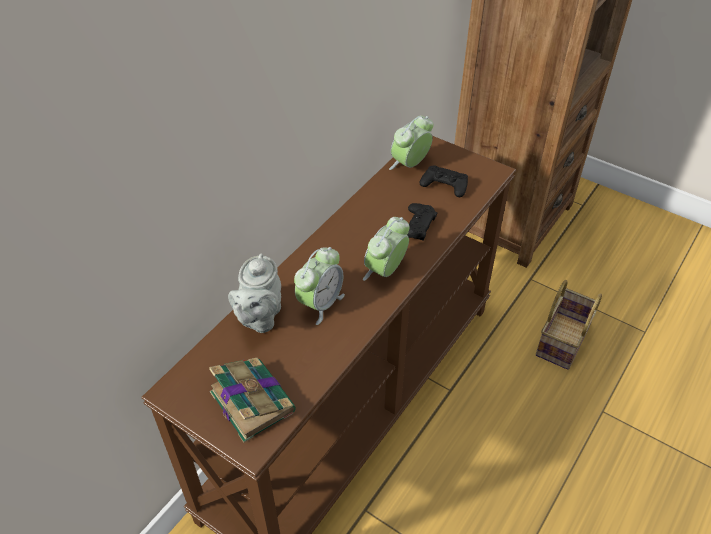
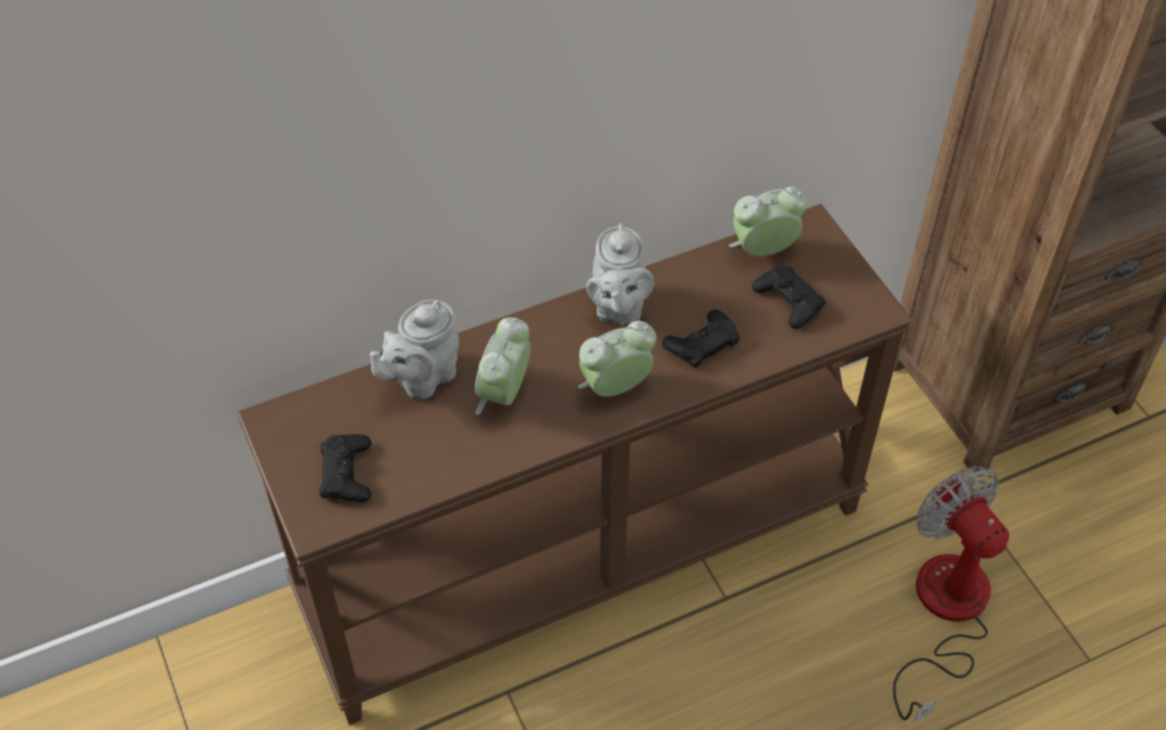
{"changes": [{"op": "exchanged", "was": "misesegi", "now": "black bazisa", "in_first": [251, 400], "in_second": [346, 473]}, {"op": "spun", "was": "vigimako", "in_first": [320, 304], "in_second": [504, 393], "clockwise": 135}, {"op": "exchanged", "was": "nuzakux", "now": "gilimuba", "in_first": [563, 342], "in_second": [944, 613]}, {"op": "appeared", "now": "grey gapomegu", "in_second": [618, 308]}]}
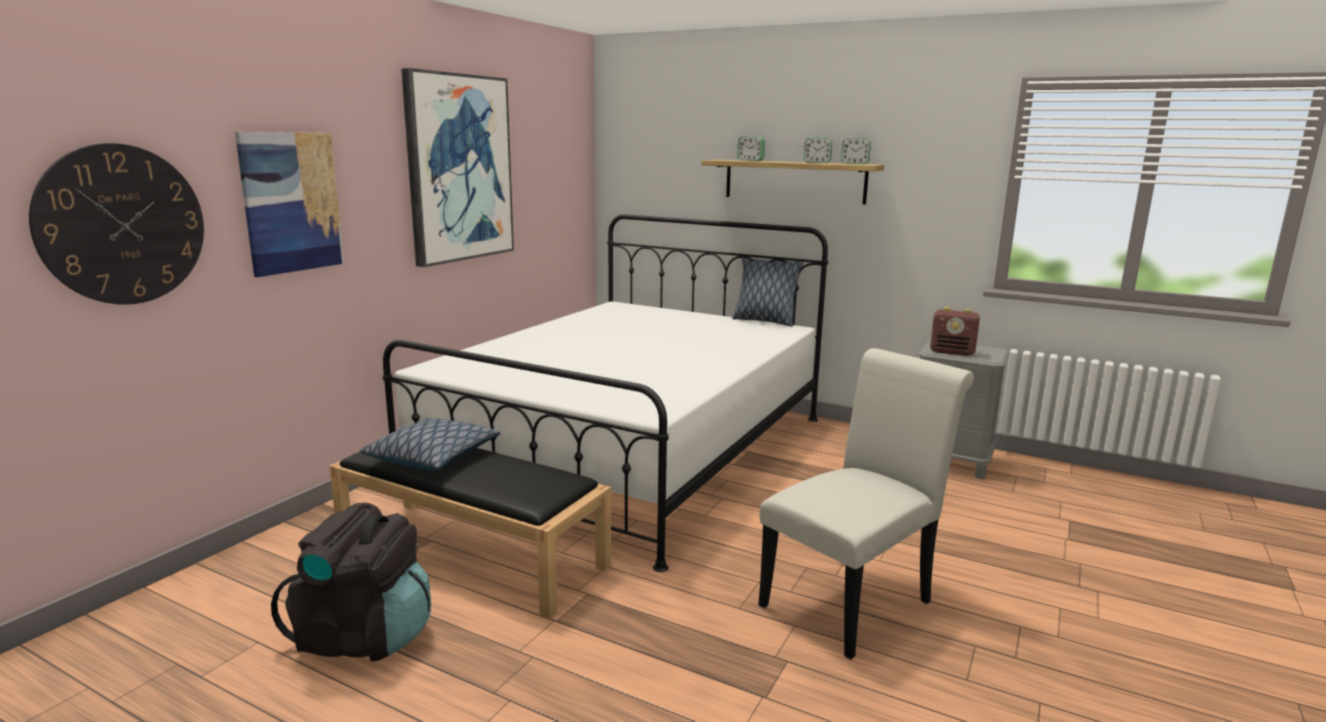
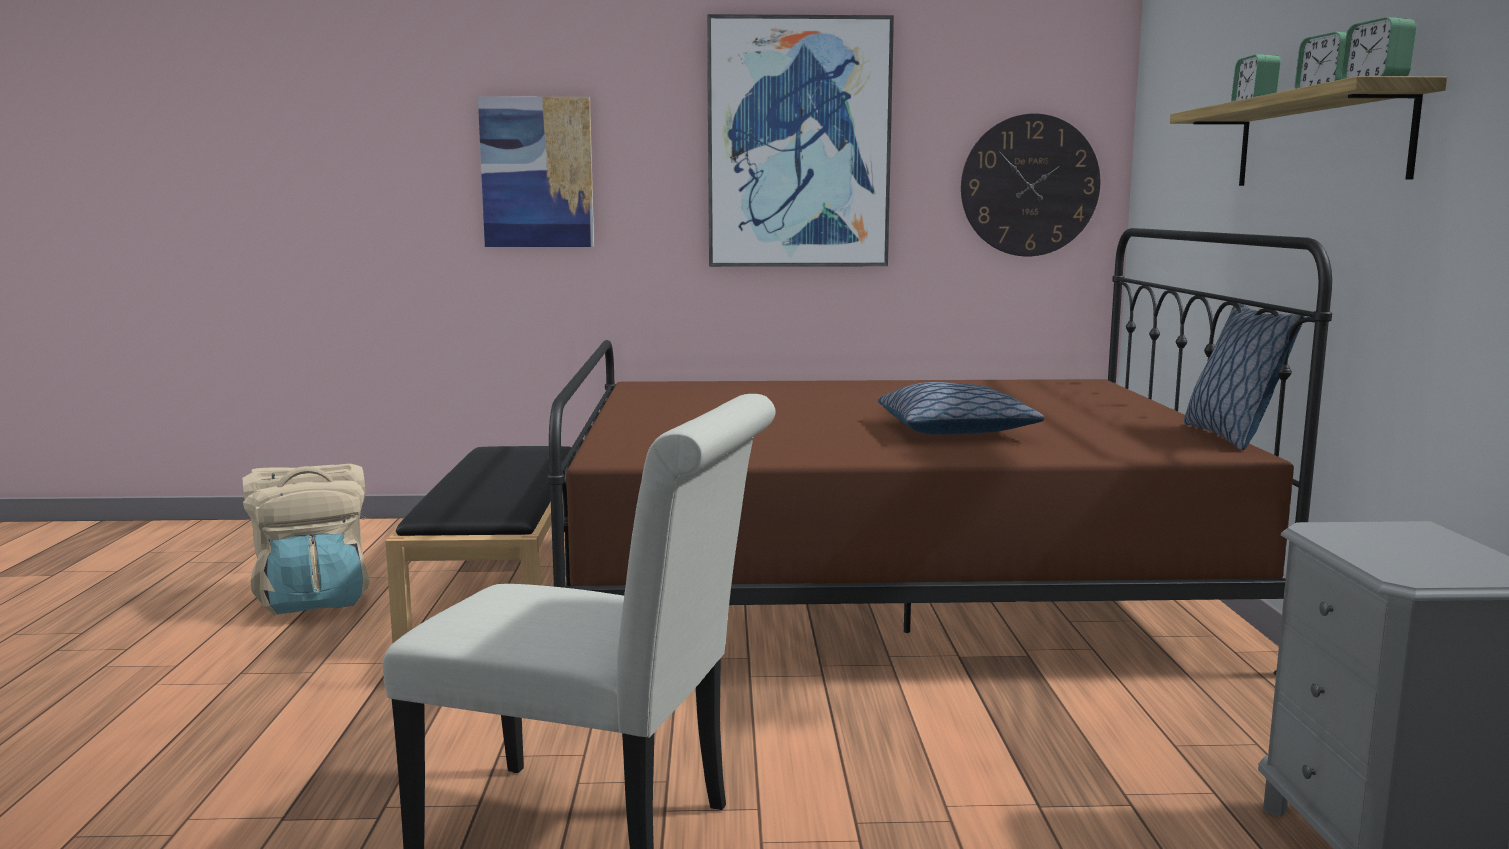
{"changes": [{"op": "relocated", "was": "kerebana", "in_first": [122, 225], "in_second": [1029, 185]}, {"op": "colour", "was": "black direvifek", "now": "beige direvifek", "in_first": [364, 636], "in_second": [314, 600]}, {"op": "relocated", "was": "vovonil", "in_first": [432, 457], "in_second": [955, 430]}, {"op": "colour", "was": "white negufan", "now": "brown negufan", "in_first": [628, 450], "in_second": [887, 587]}, {"op": "missing", "was": "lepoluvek", "in_first": [952, 352]}]}
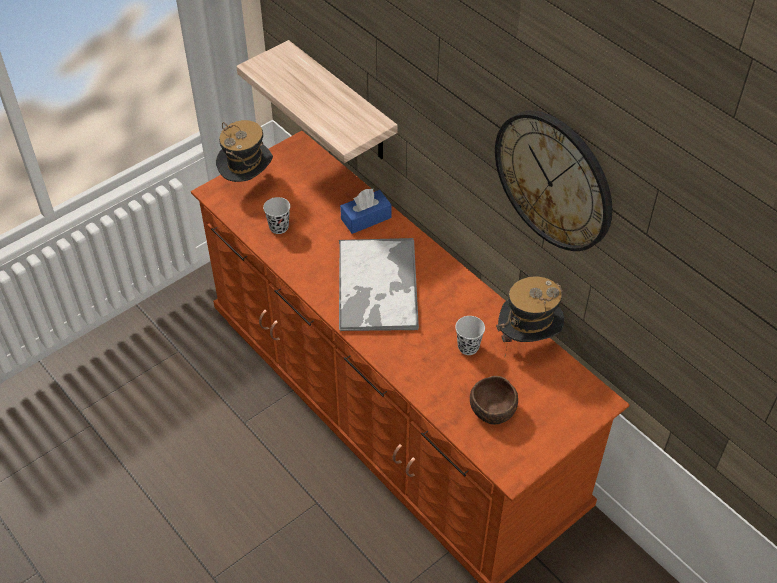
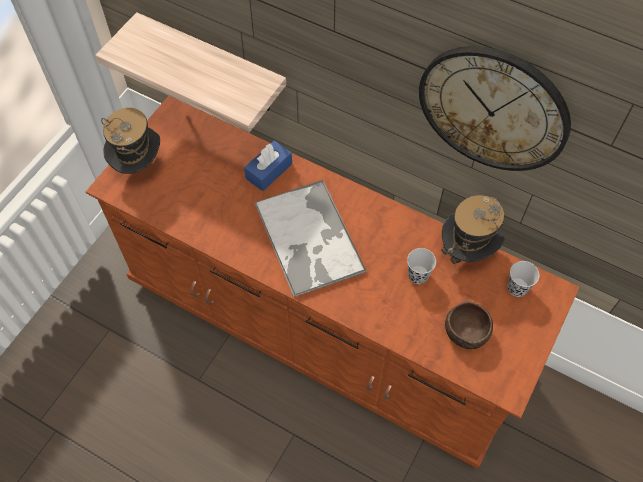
{"changes": [{"op": "relocated", "was": "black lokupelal", "in_first": [279, 227], "in_second": [517, 288]}]}
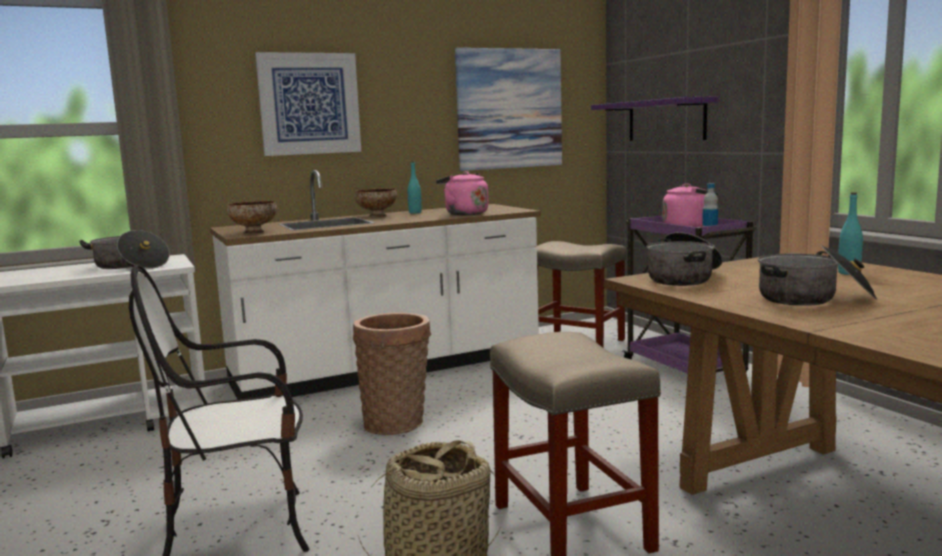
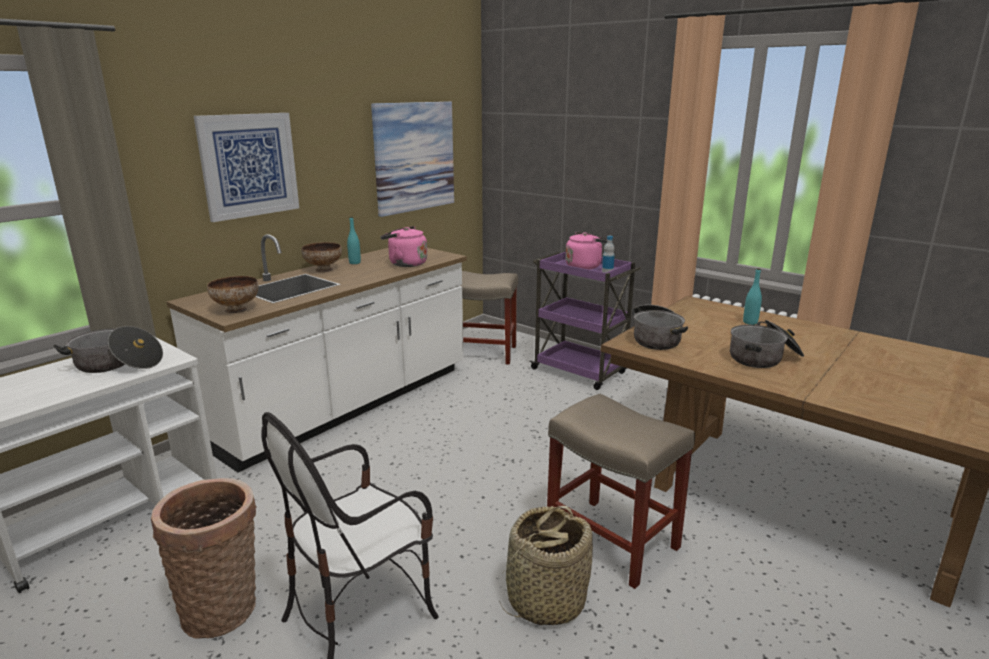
{"changes": [{"op": "relocated", "was": "nuzakux", "in_first": [397, 422], "in_second": [223, 607]}, {"op": "missing", "was": "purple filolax", "in_first": [666, 120]}]}
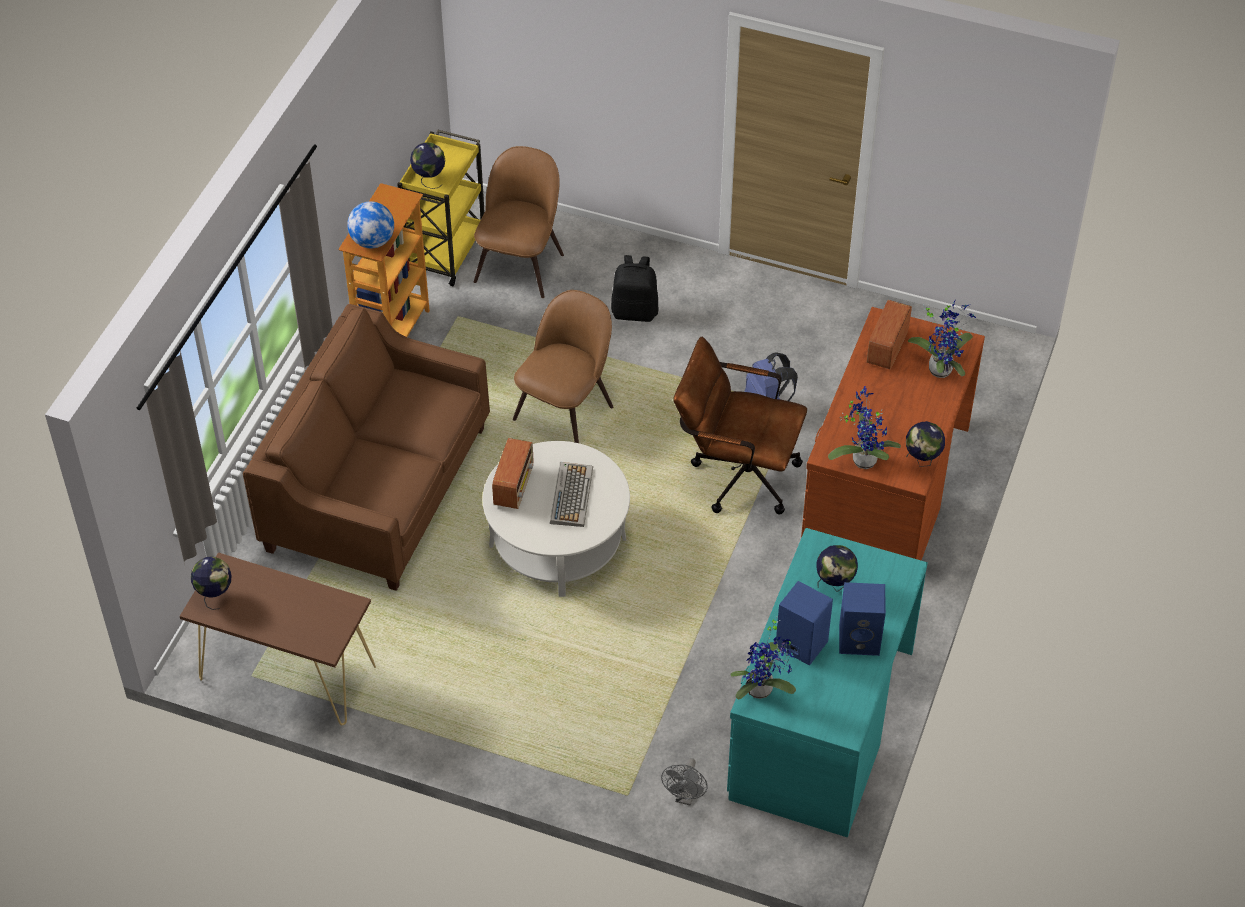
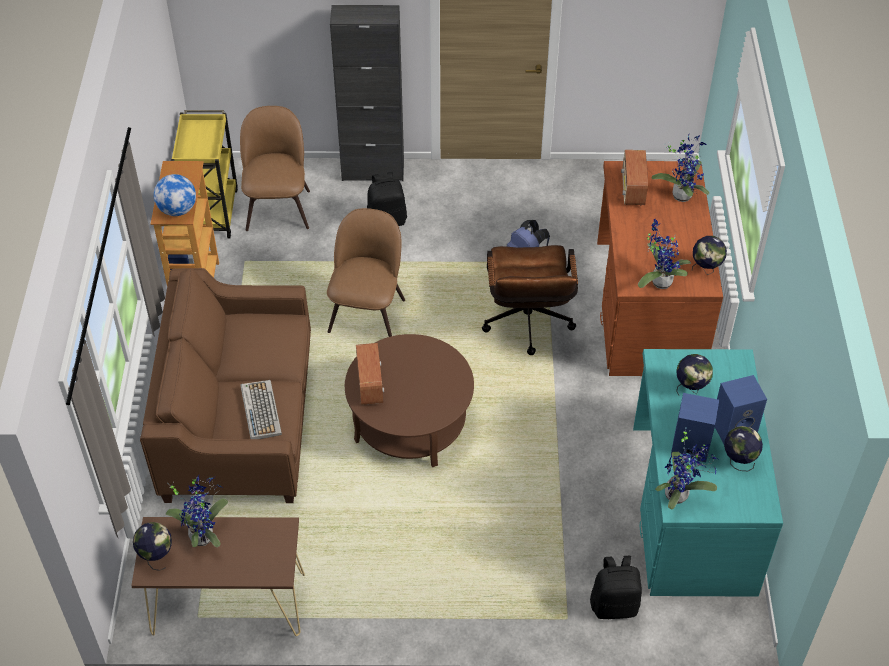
{"changes": [{"op": "relocated", "was": "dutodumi", "in_first": [429, 180], "in_second": [738, 461]}, {"op": "colour", "was": "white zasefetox", "now": "brown zasefetox", "in_first": [557, 542], "in_second": [410, 422]}, {"op": "relocated", "was": "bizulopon", "in_first": [571, 495], "in_second": [260, 410]}, {"op": "exchanged", "was": "grey gilimuba", "now": "black direvifek", "in_first": [685, 797], "in_second": [614, 605]}, {"op": "spun", "was": "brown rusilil", "in_first": [736, 474], "in_second": [527, 326], "clockwise": -90}, {"op": "appeared", "now": "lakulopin", "in_second": [203, 534]}, {"op": "appeared", "now": "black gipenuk", "in_second": [373, 171]}]}
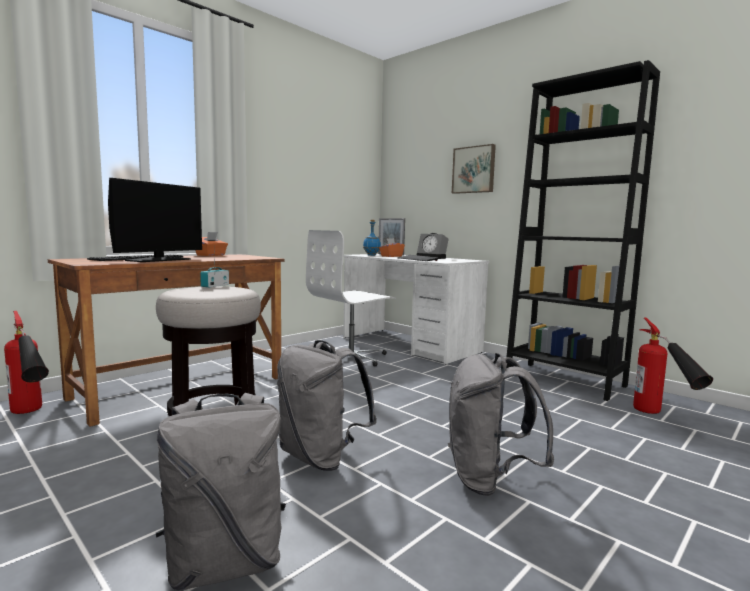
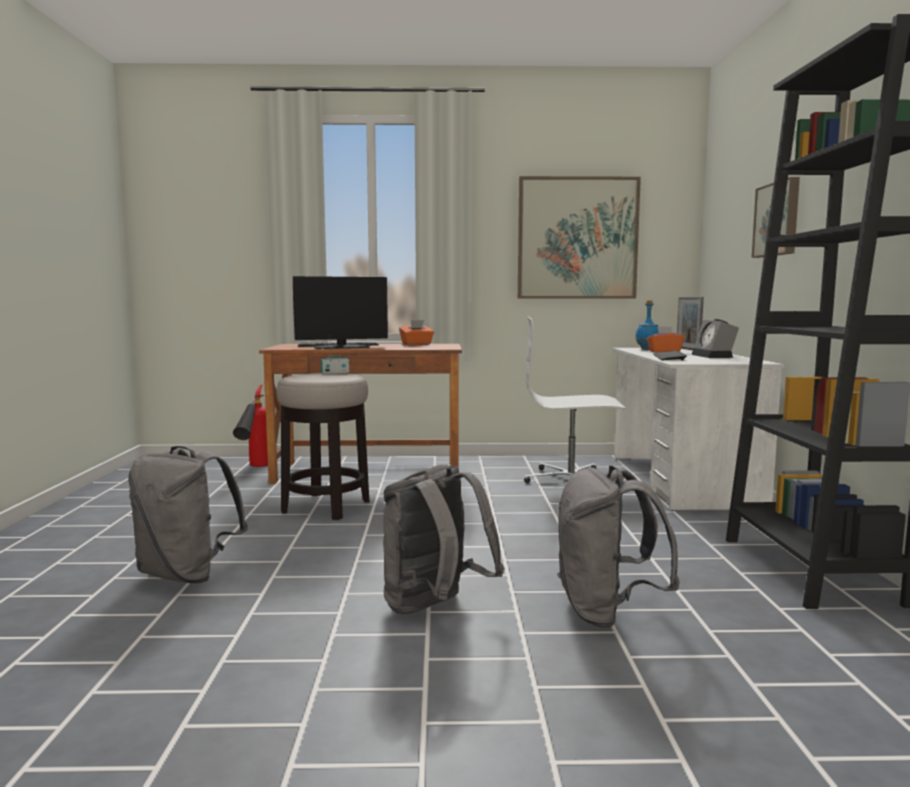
{"changes": [{"op": "relocated", "was": "grey direvifek", "in_first": [321, 457], "in_second": [606, 612]}, {"op": "missing", "was": "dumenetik", "in_first": [662, 418]}, {"op": "appeared", "now": "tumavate", "in_second": [577, 238]}]}
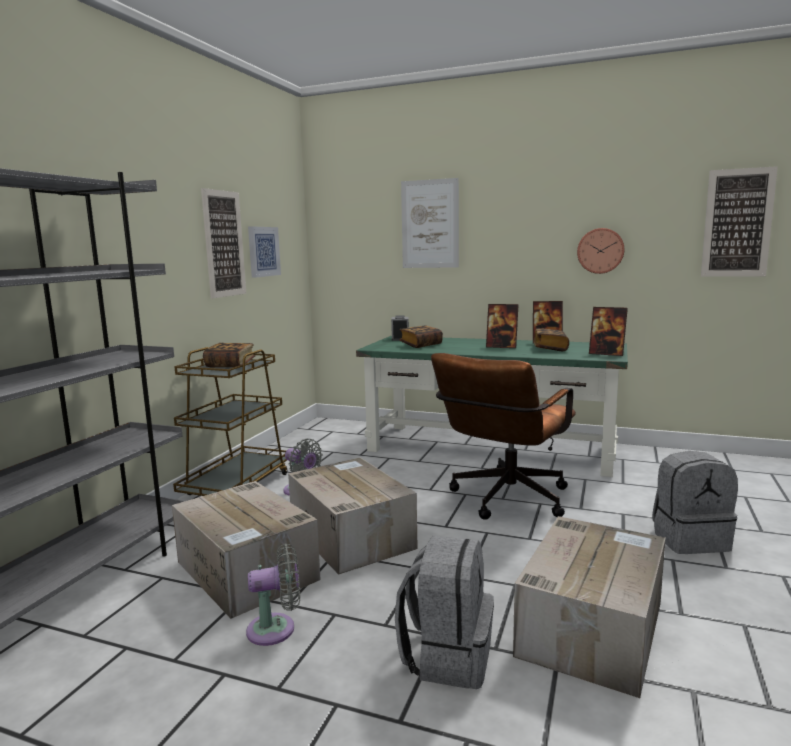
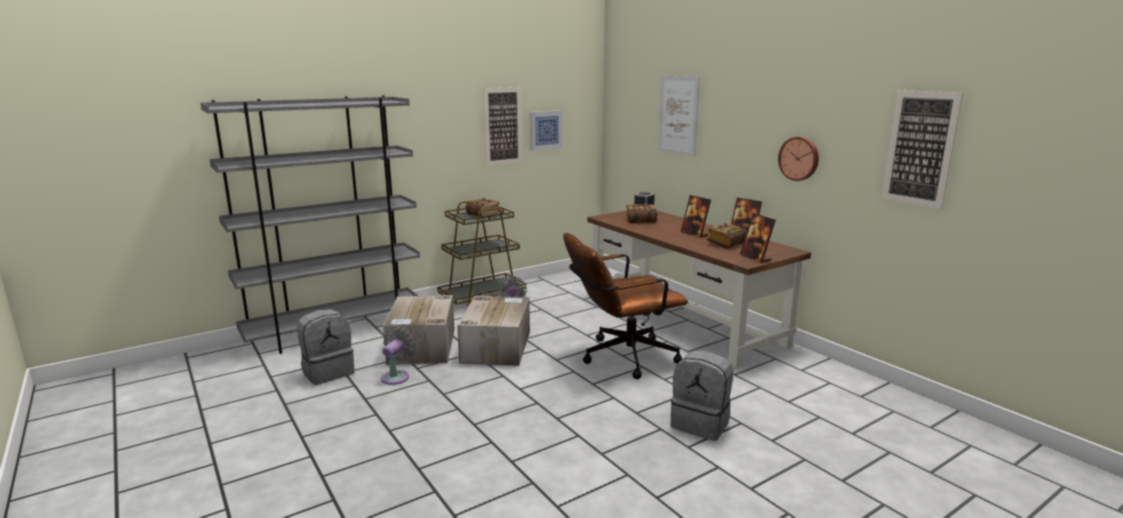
{"changes": [{"op": "spun", "was": "grey gilimuba", "in_first": [276, 629], "in_second": [397, 376], "clockwise": -90}, {"op": "colour", "was": "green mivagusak", "now": "brown mivagusak", "in_first": [491, 448], "in_second": [683, 320]}, {"op": "relocated", "was": "grey direvifek", "in_first": [447, 656], "in_second": [328, 372]}, {"op": "missing", "was": "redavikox", "in_first": [591, 627]}]}
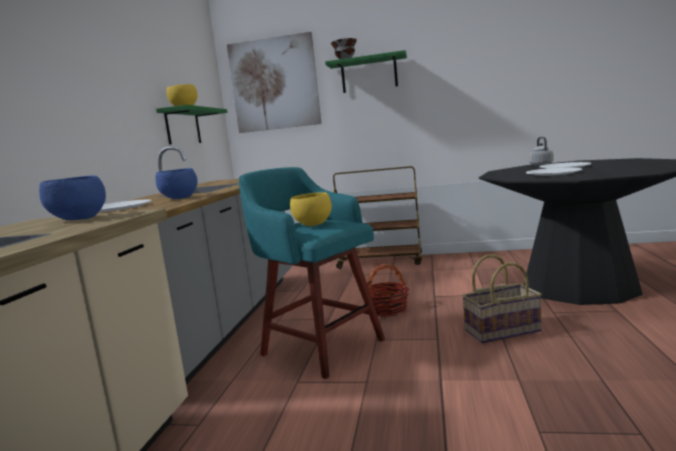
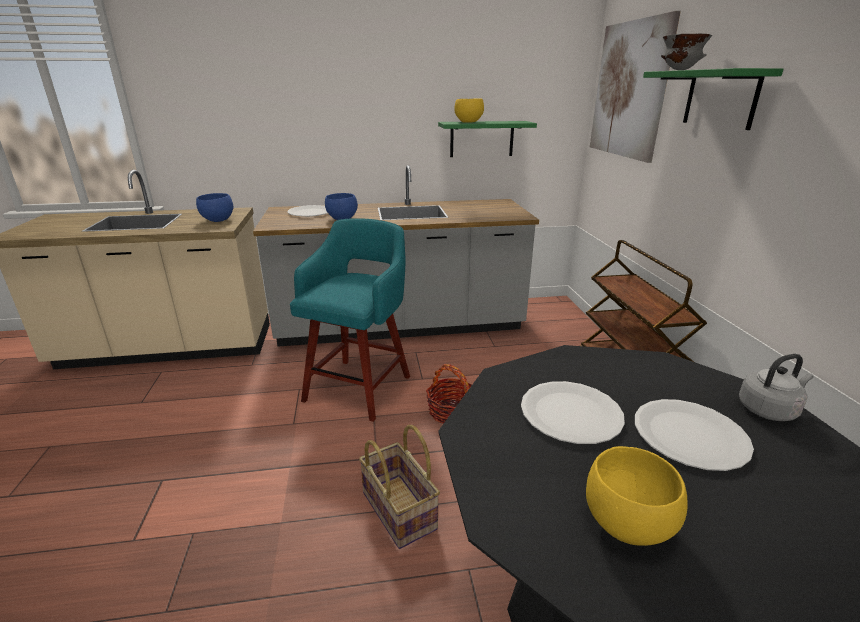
{"changes": [{"op": "relocated", "was": "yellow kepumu", "in_first": [312, 224], "in_second": [624, 525]}]}
